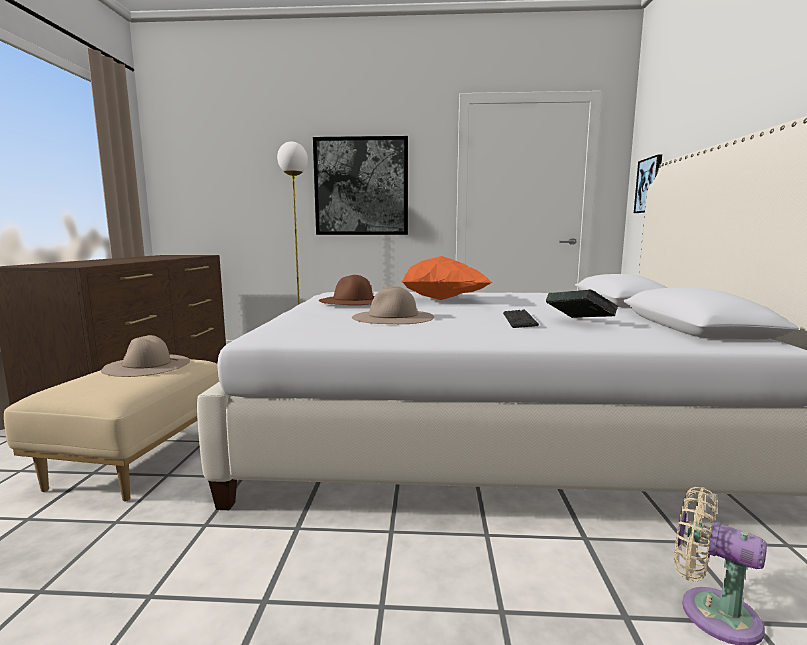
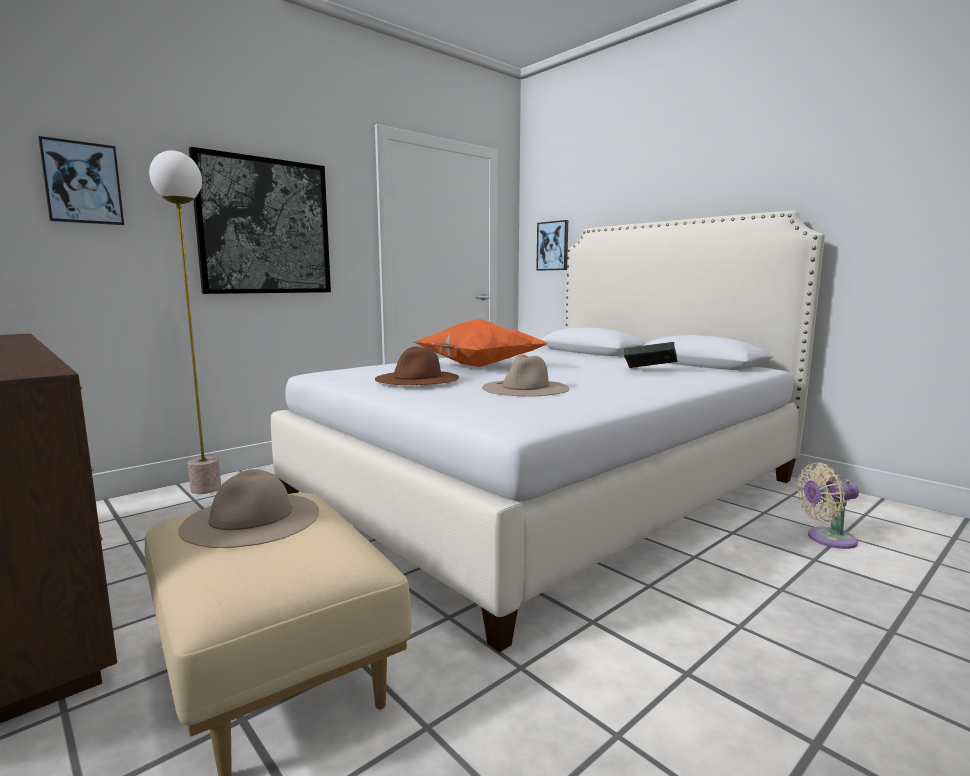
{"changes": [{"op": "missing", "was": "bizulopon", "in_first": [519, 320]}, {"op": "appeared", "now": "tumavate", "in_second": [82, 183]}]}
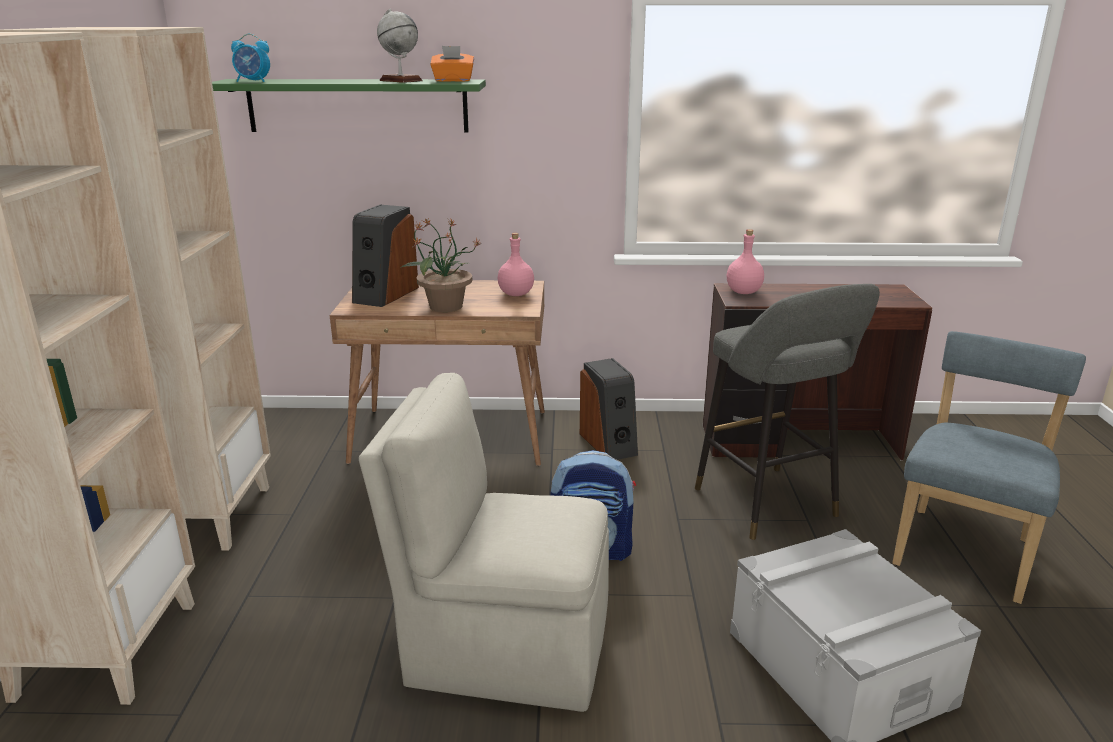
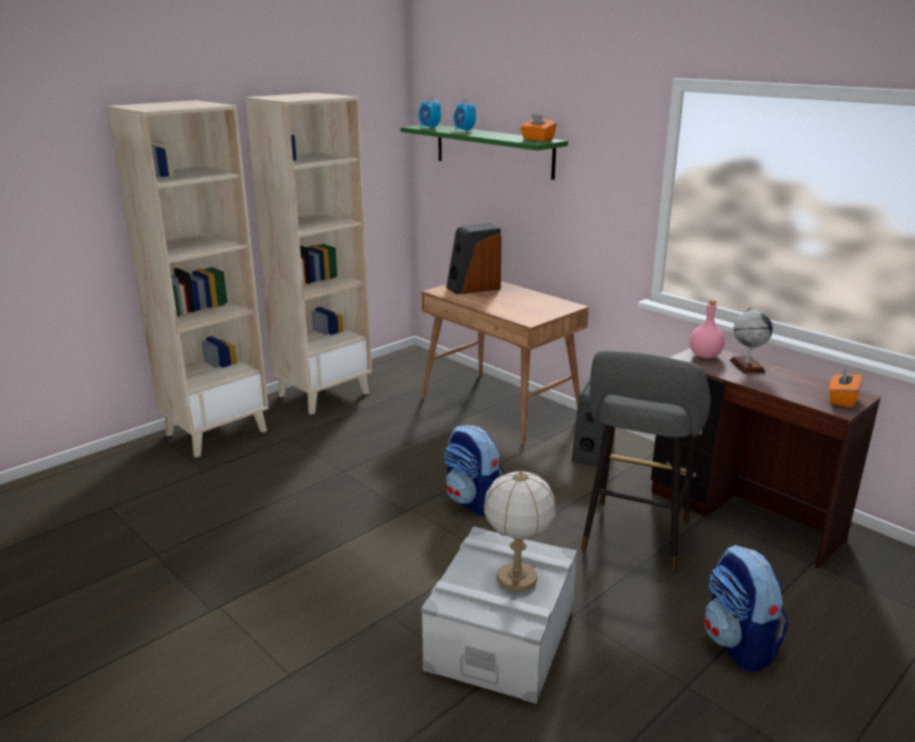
{"changes": [{"op": "missing", "was": "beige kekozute", "in_first": [503, 648]}, {"op": "relocated", "was": "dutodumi", "in_first": [400, 80], "in_second": [747, 366]}, {"op": "missing", "was": "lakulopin", "in_first": [444, 306]}, {"op": "missing", "was": "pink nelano", "in_first": [516, 294]}, {"op": "exchanged", "was": "blue kekozute", "now": "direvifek", "in_first": [965, 549], "in_second": [738, 645]}, {"op": "appeared", "now": "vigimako", "in_second": [464, 131]}, {"op": "appeared", "now": "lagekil", "in_second": [516, 578]}, {"op": "appeared", "now": "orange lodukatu", "in_second": [842, 400]}]}
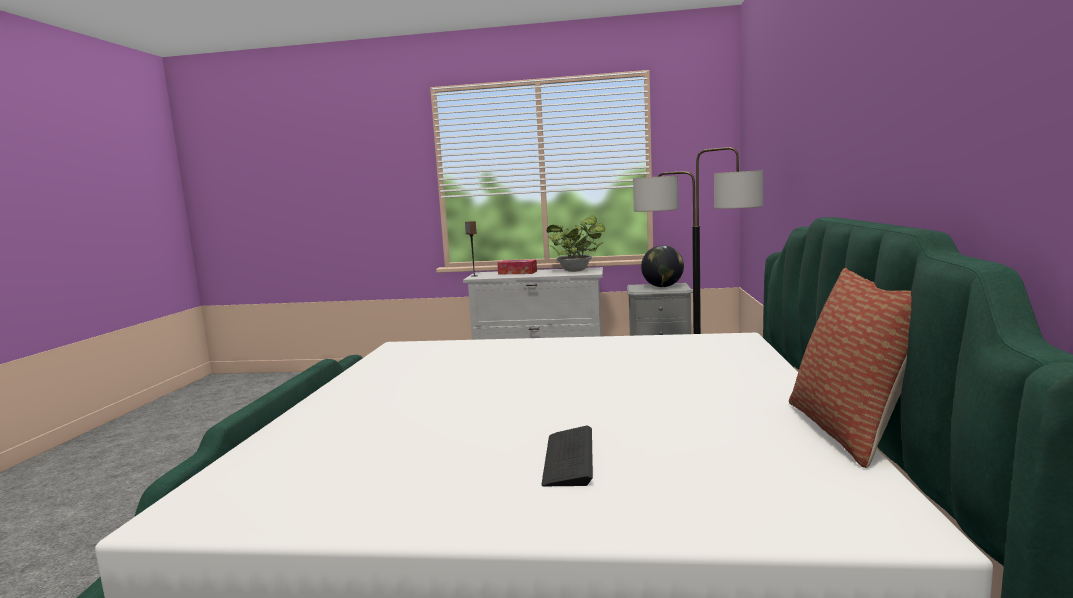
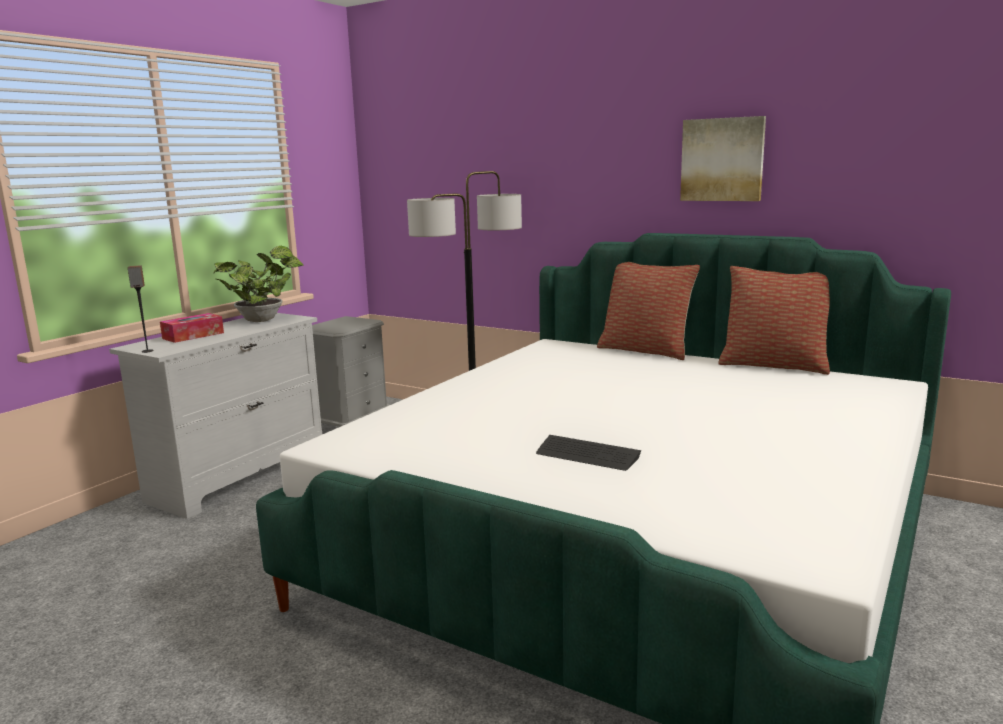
{"changes": [{"op": "relocated", "was": "bizulopon", "in_first": [568, 458], "in_second": [587, 455]}, {"op": "missing", "was": "dutodumi", "in_first": [662, 287]}, {"op": "appeared", "now": "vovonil", "in_second": [646, 350]}, {"op": "appeared", "now": "tumavate", "in_second": [722, 159]}]}
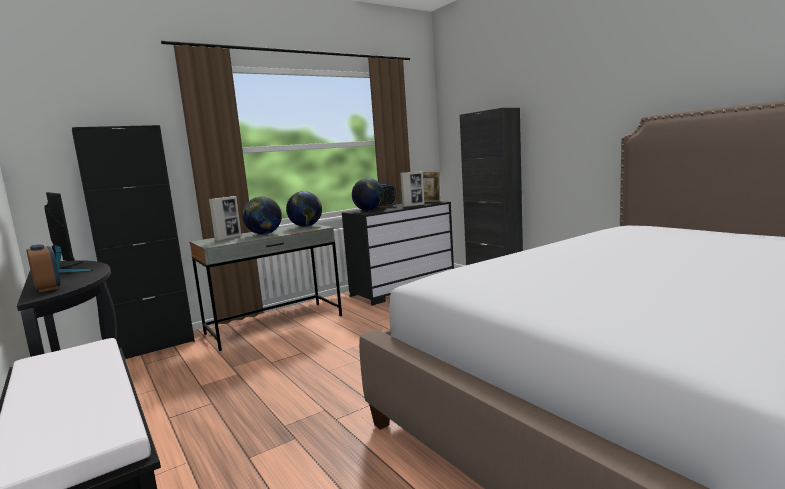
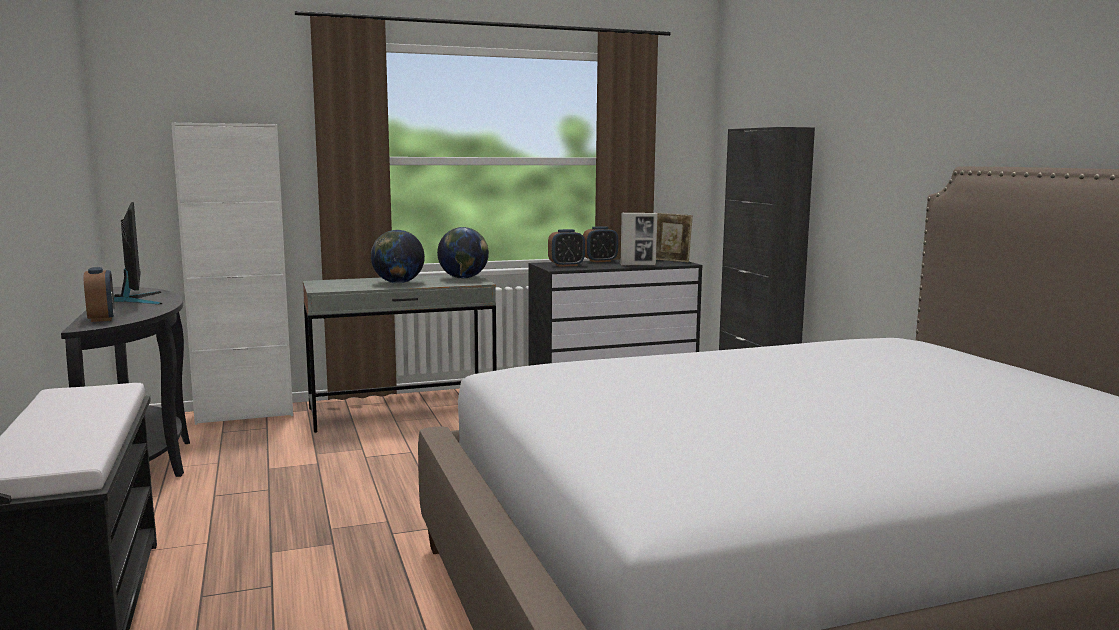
{"changes": [{"op": "colour", "was": "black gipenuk", "now": "white gipenuk", "in_first": [155, 346], "in_second": [245, 414]}, {"op": "missing", "was": "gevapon", "in_first": [228, 238]}, {"op": "exchanged", "was": "dutodumi", "now": "vigimako", "in_first": [369, 210], "in_second": [566, 265]}]}
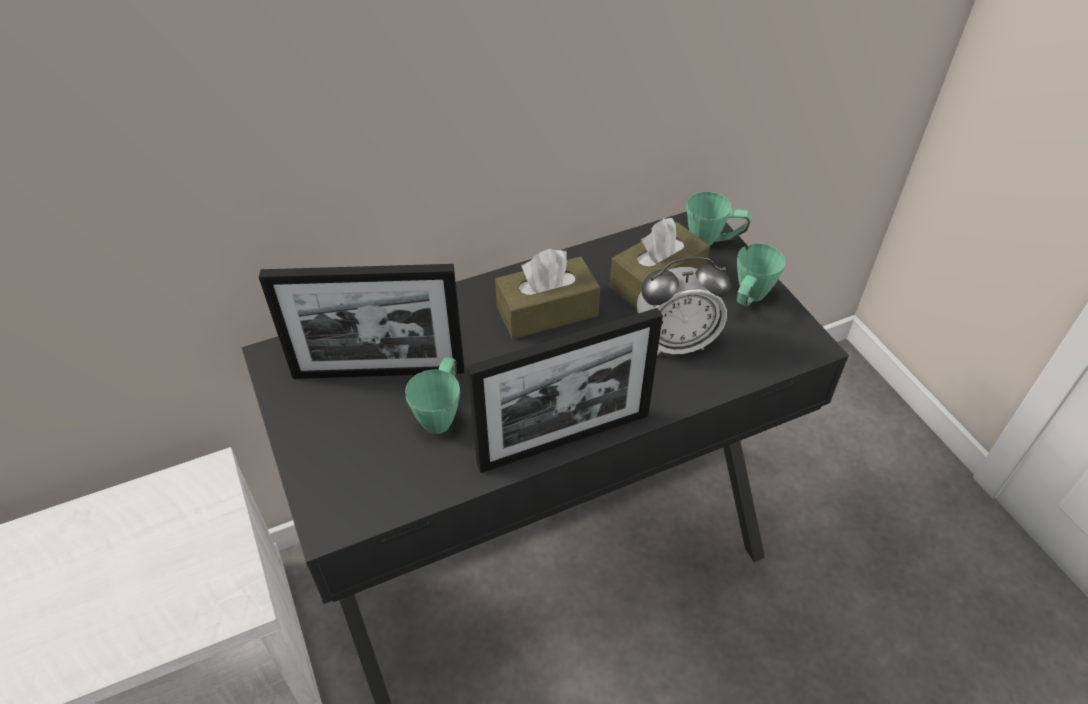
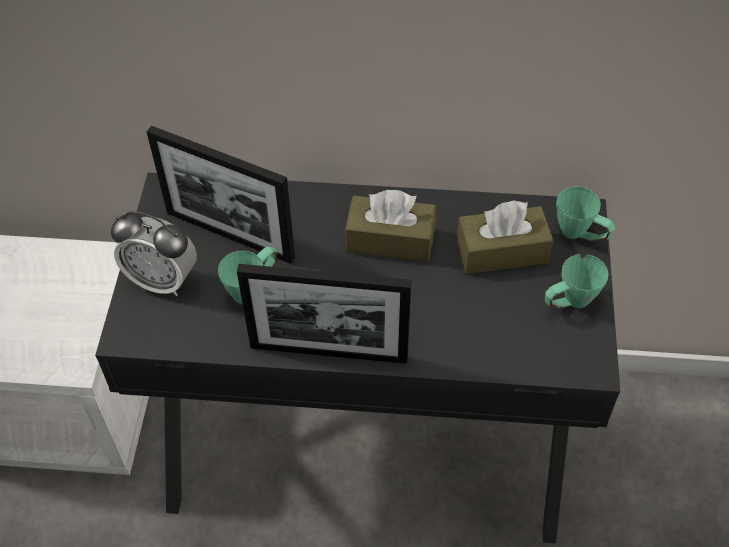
{"changes": [{"op": "relocated", "was": "vigimako", "in_first": [675, 342], "in_second": [162, 280]}]}
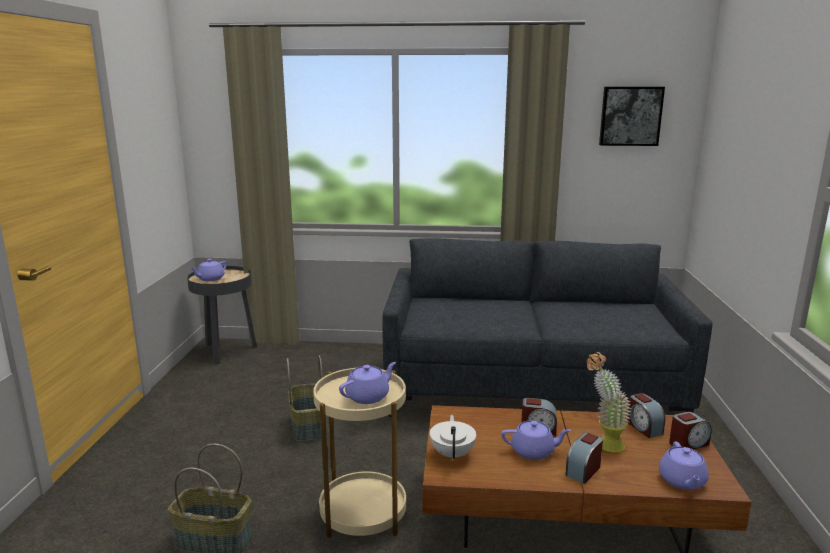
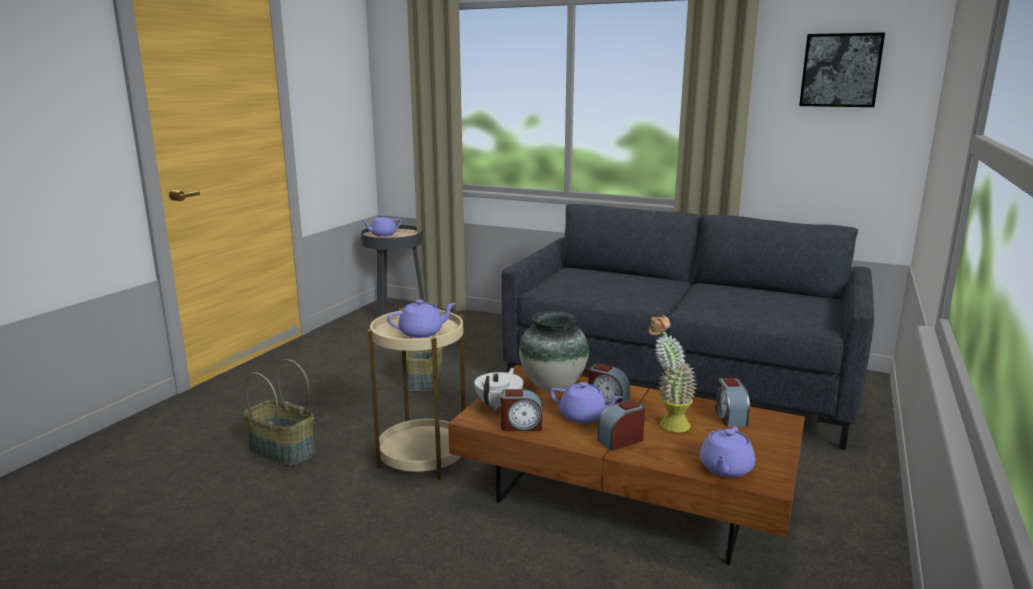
{"changes": [{"op": "relocated", "was": "vigimako", "in_first": [688, 444], "in_second": [521, 425]}, {"op": "appeared", "now": "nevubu", "in_second": [552, 386]}]}
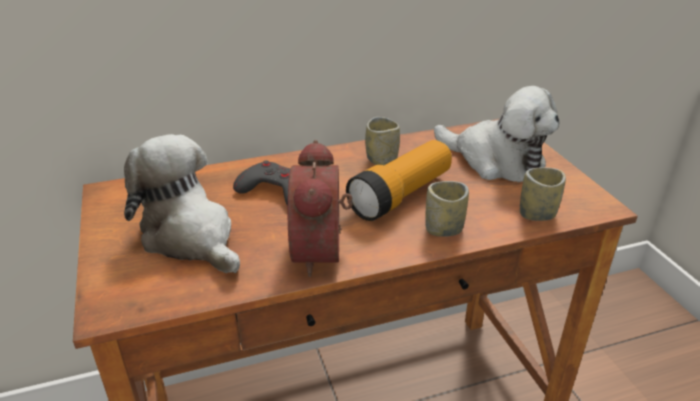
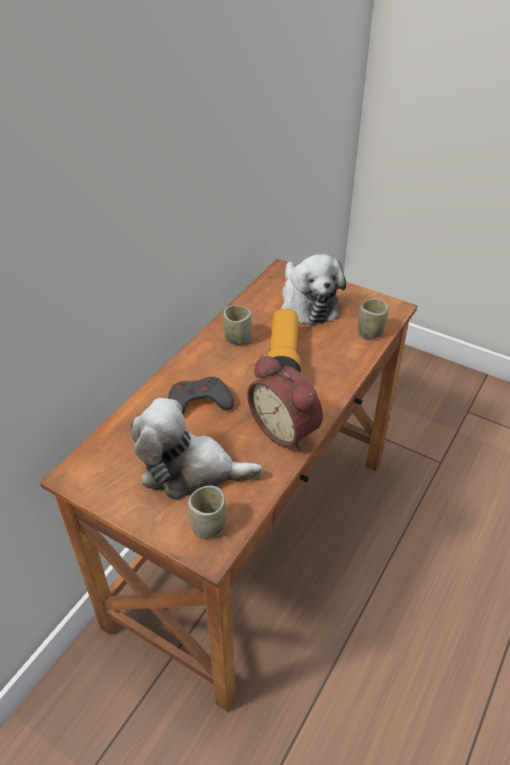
{"changes": [{"op": "relocated", "was": "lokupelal", "in_first": [443, 229], "in_second": [208, 526]}, {"op": "spun", "was": "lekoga", "in_first": [495, 161], "in_second": [307, 303], "clockwise": 75}]}
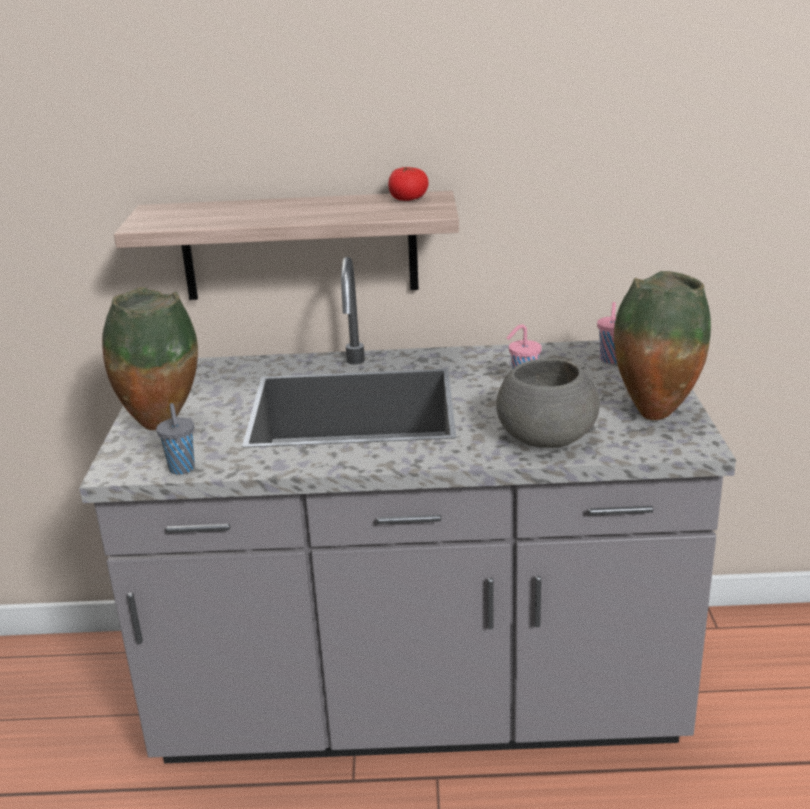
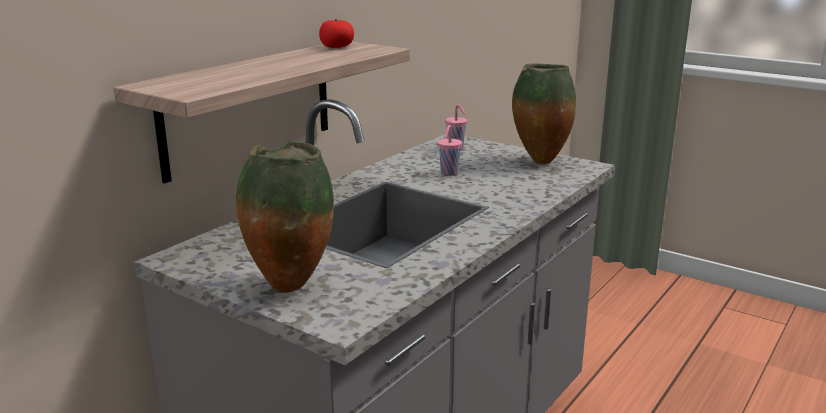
{"changes": [{"op": "missing", "was": "grey lokupelal", "in_first": [182, 469]}, {"op": "missing", "was": "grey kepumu", "in_first": [544, 438]}]}
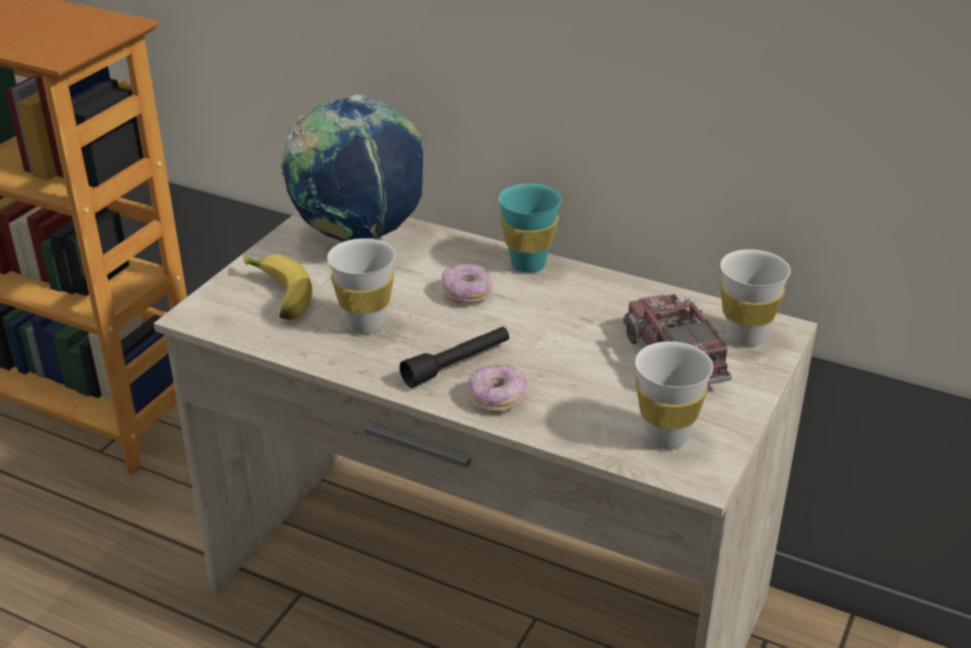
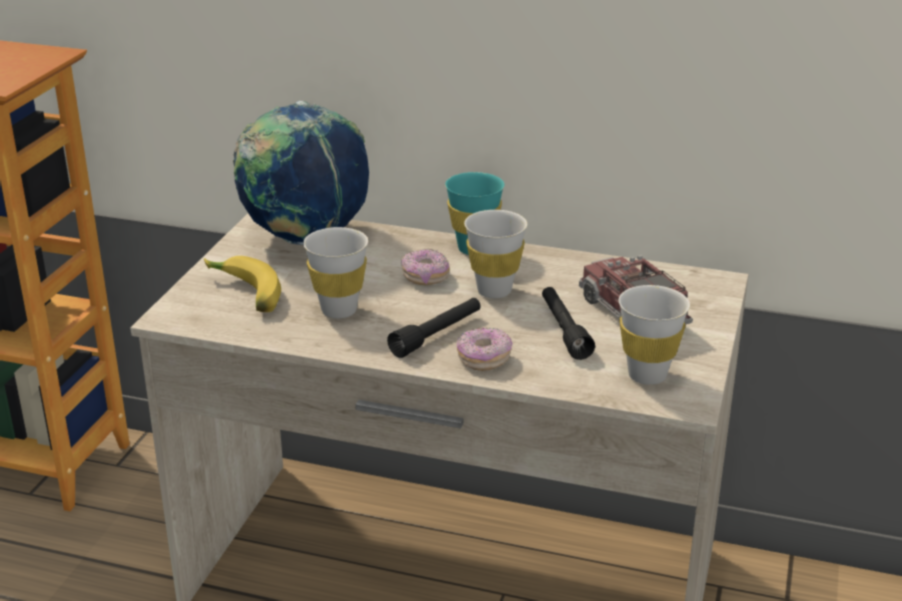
{"changes": [{"op": "relocated", "was": "white lokupelal", "in_first": [745, 337], "in_second": [494, 291]}, {"op": "appeared", "now": "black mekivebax", "in_second": [564, 330]}]}
